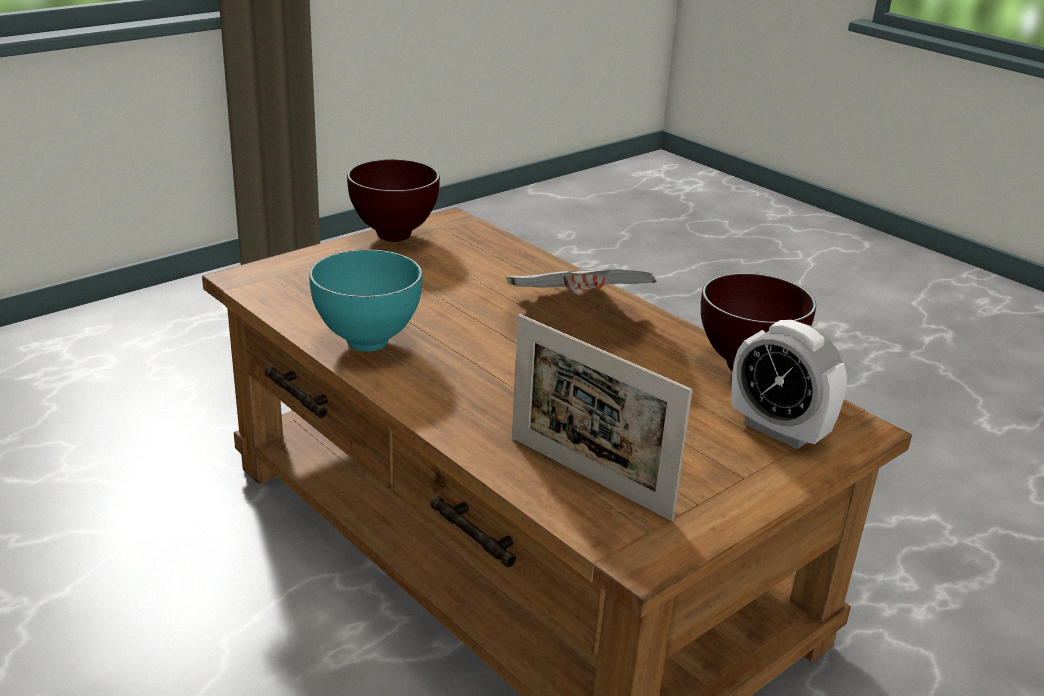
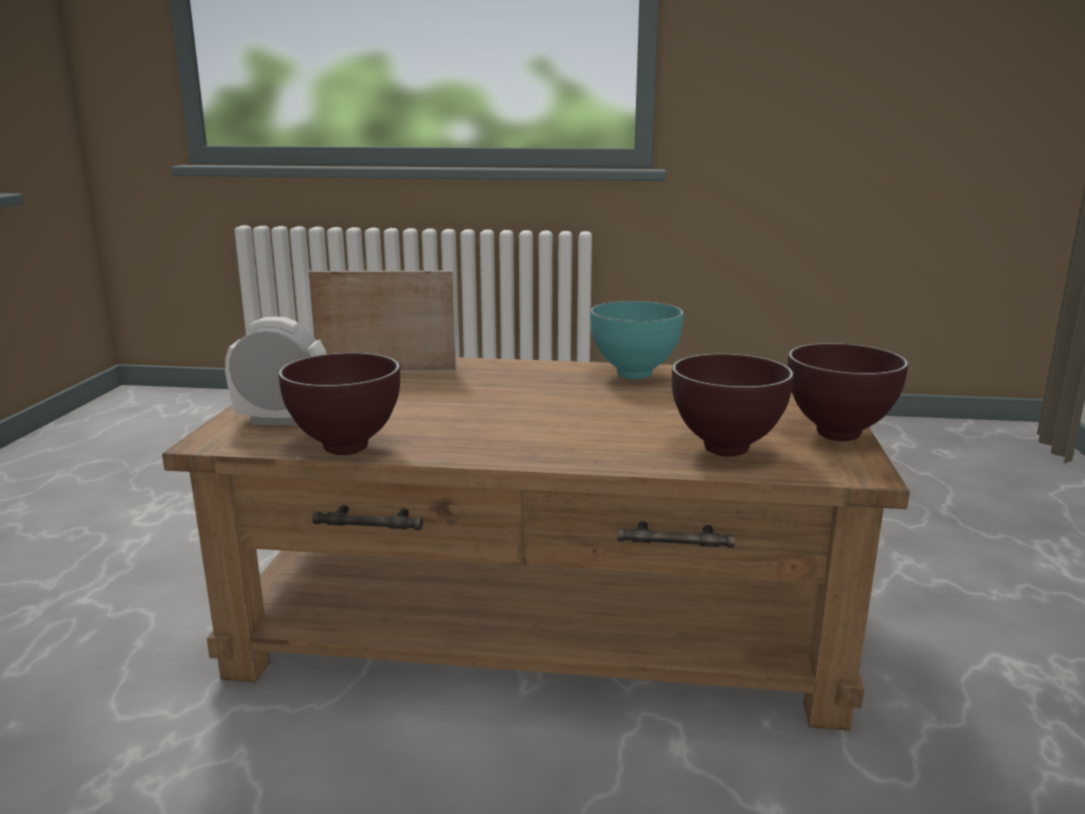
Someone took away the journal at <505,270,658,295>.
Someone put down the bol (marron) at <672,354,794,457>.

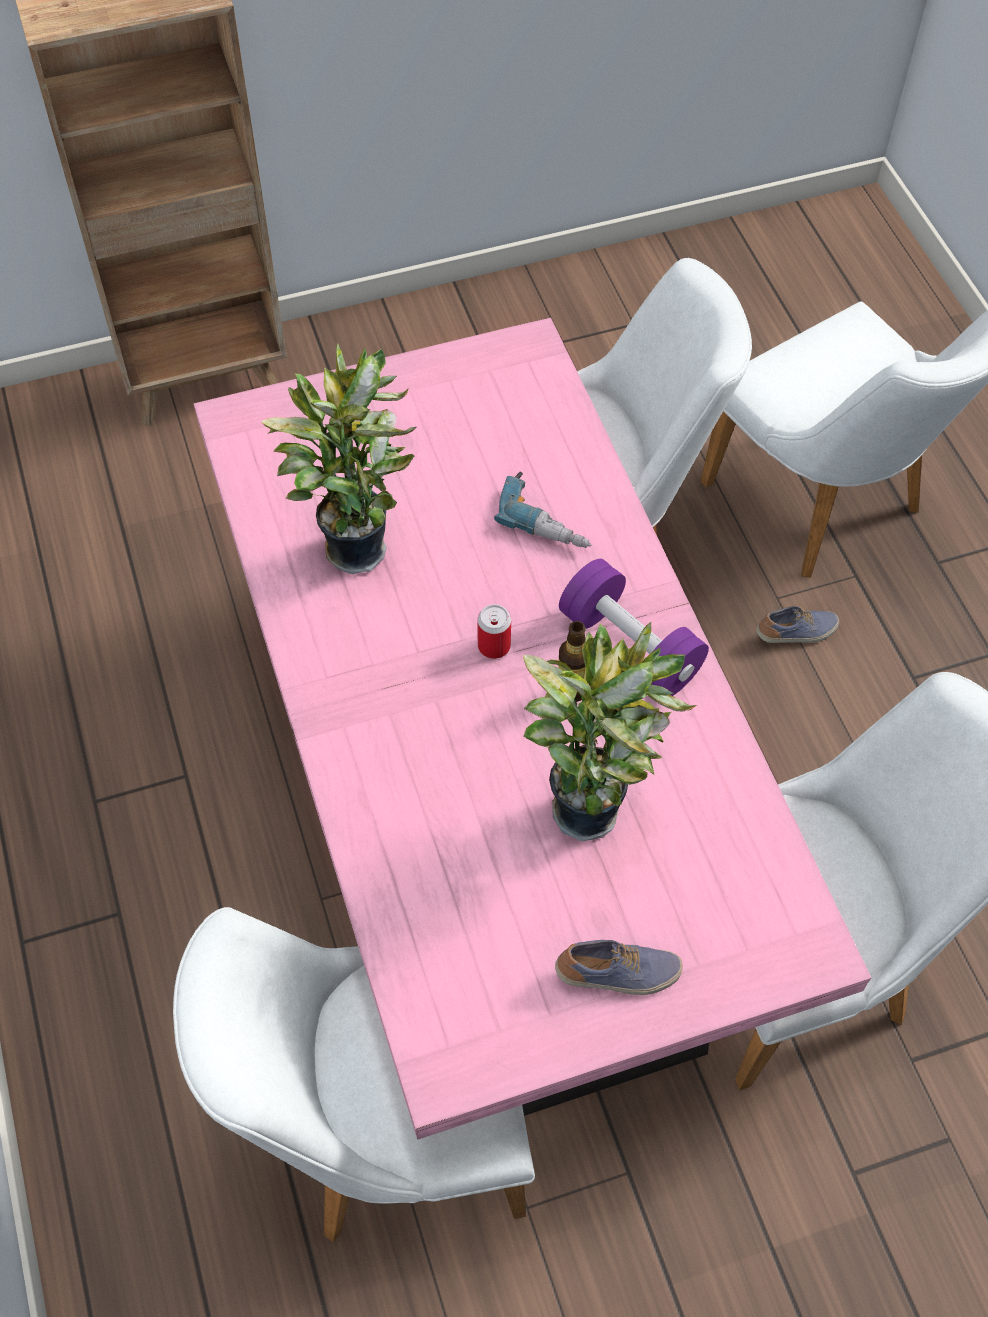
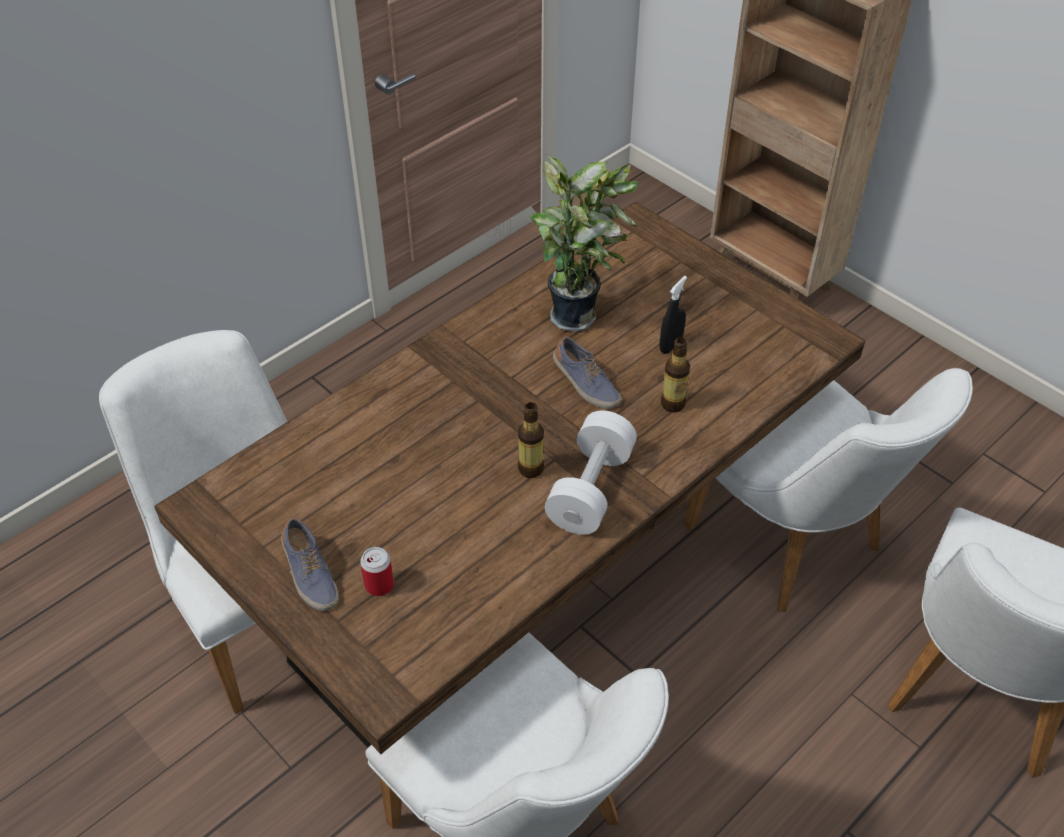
Someone repainted the table à manger (rose) at <193,317,871,1140>, which became the table à manger (marron) at <154,202,866,754>.
Someone carried the boîte métallique from <477,604,511,659> to <360,547,394,596>.
Someone swapped the perceuse at <494,472,592,548> for the bouteille at <661,337,690,412>.
Someone took away the plante en pot at <523,622,697,841>.
Someone repainted the haltère (violet) at <559,559,709,696>, which became the haltère (blanc) at <545,411,637,535>.
Someone carried the chaussure from <756,606,839,643> to <553,337,621,409>.
Someone put down the vaporisateur (noir) at <659,276,687,354>.

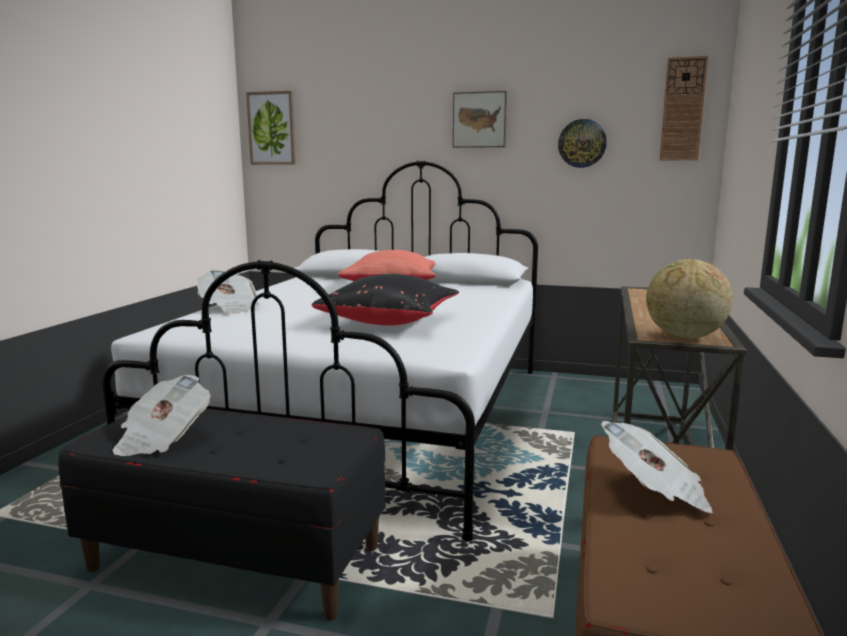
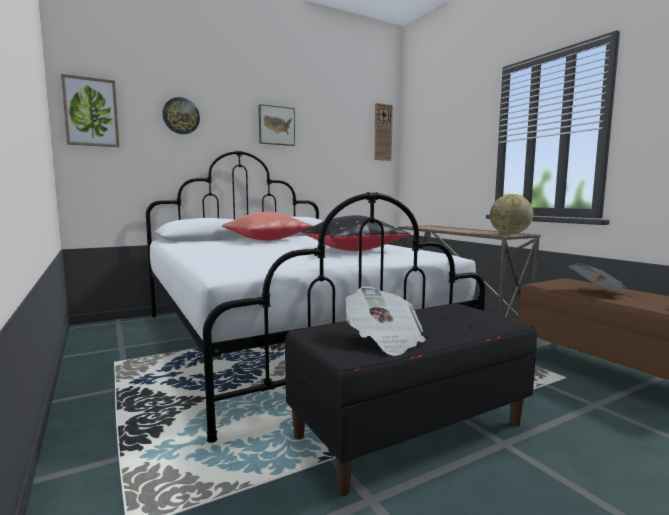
Someone took away the journal at <197,270,260,314>.
Someone carried the horloge murale from <558,119,607,168> to <162,97,200,134>.

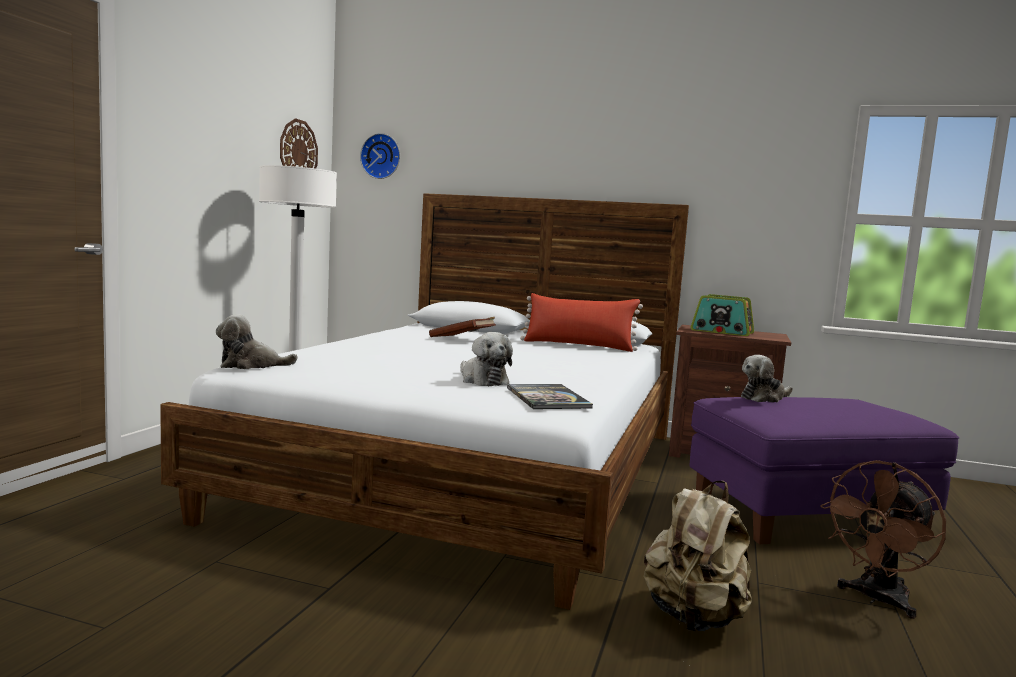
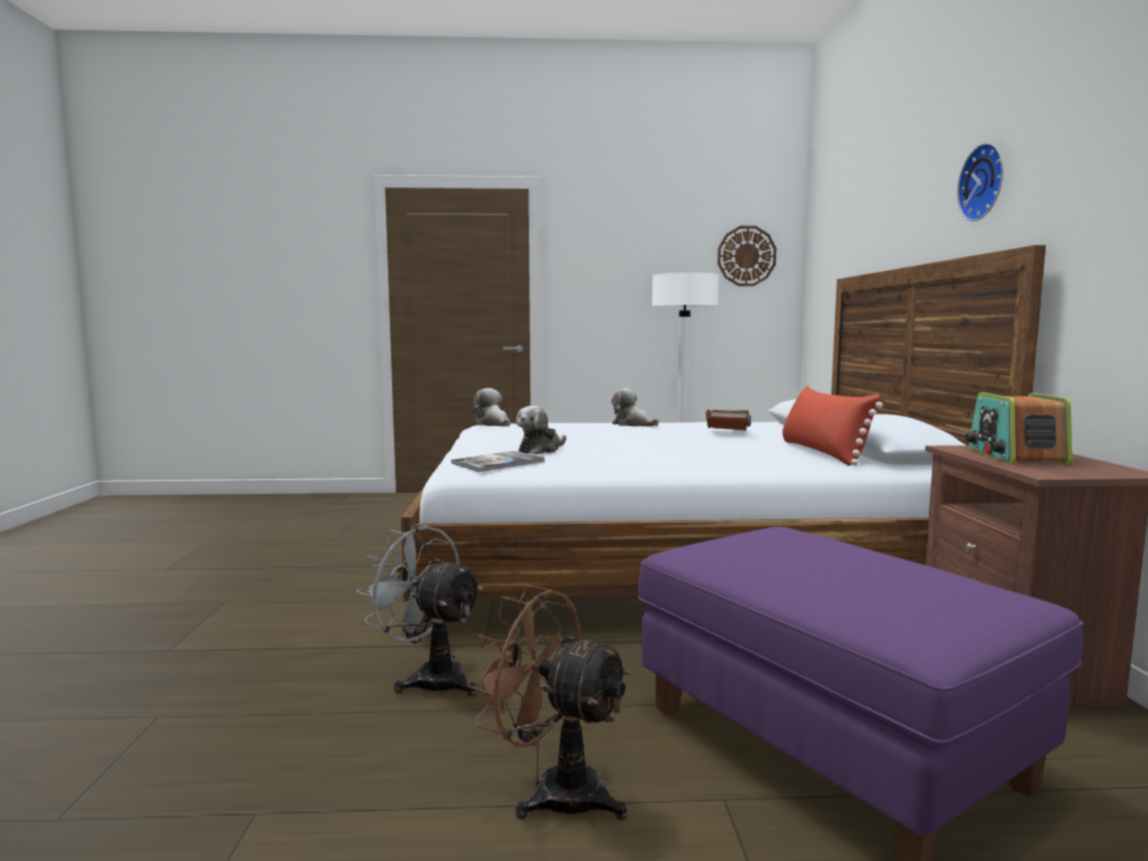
Someone carried the horloge murale from <360,133,400,179> to <957,143,1003,221>.
Someone swapped the sac à dos (beige) at <644,481,752,632> for the ventilateur (gris) at <357,524,483,696>.
Someone carried the peluche from <741,355,793,402> to <611,388,659,427>.

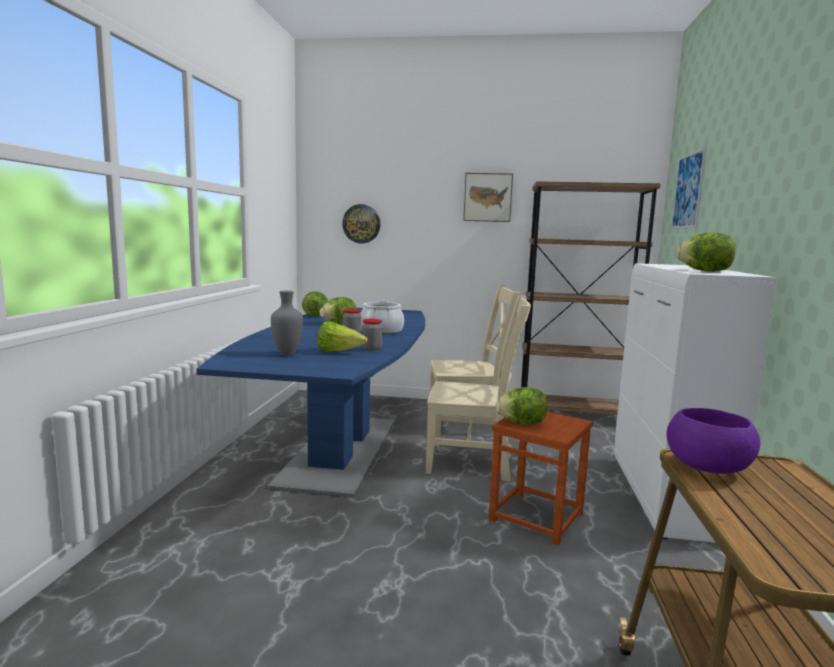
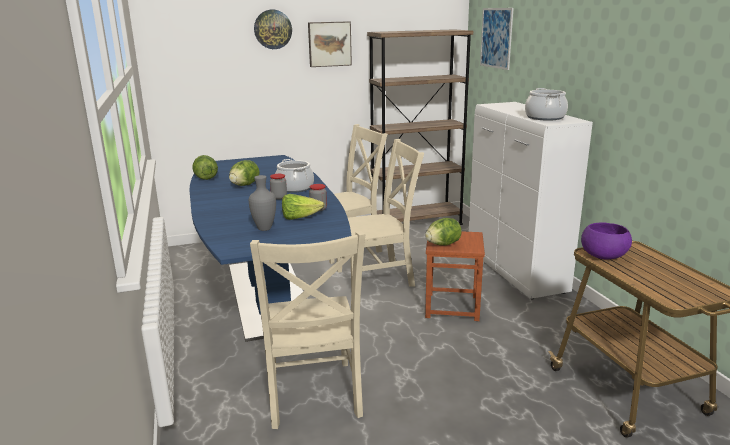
Someone carried the horloge murale from <342,204,380,244> to <254,10,292,49>.
Someone swapped the laitue at <676,232,736,272> for the marmite at <525,88,568,121>.
Someone put down the chaise (beige) at <250,231,365,429>.

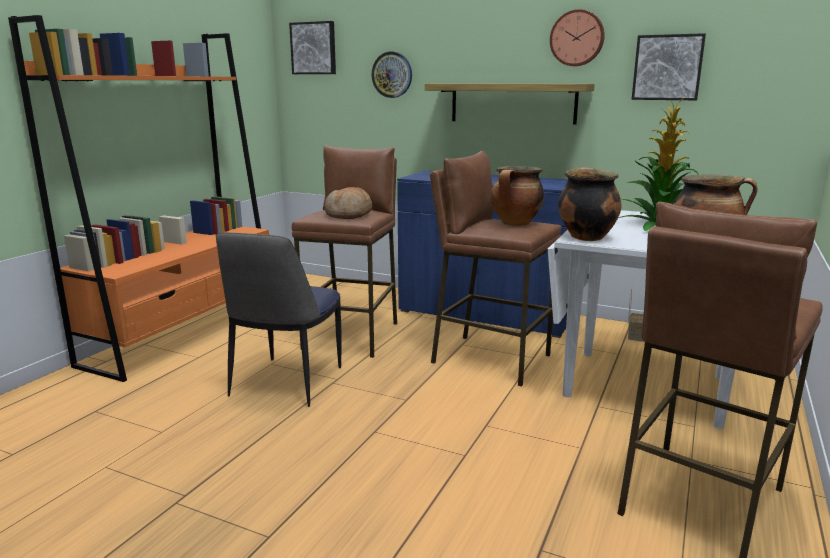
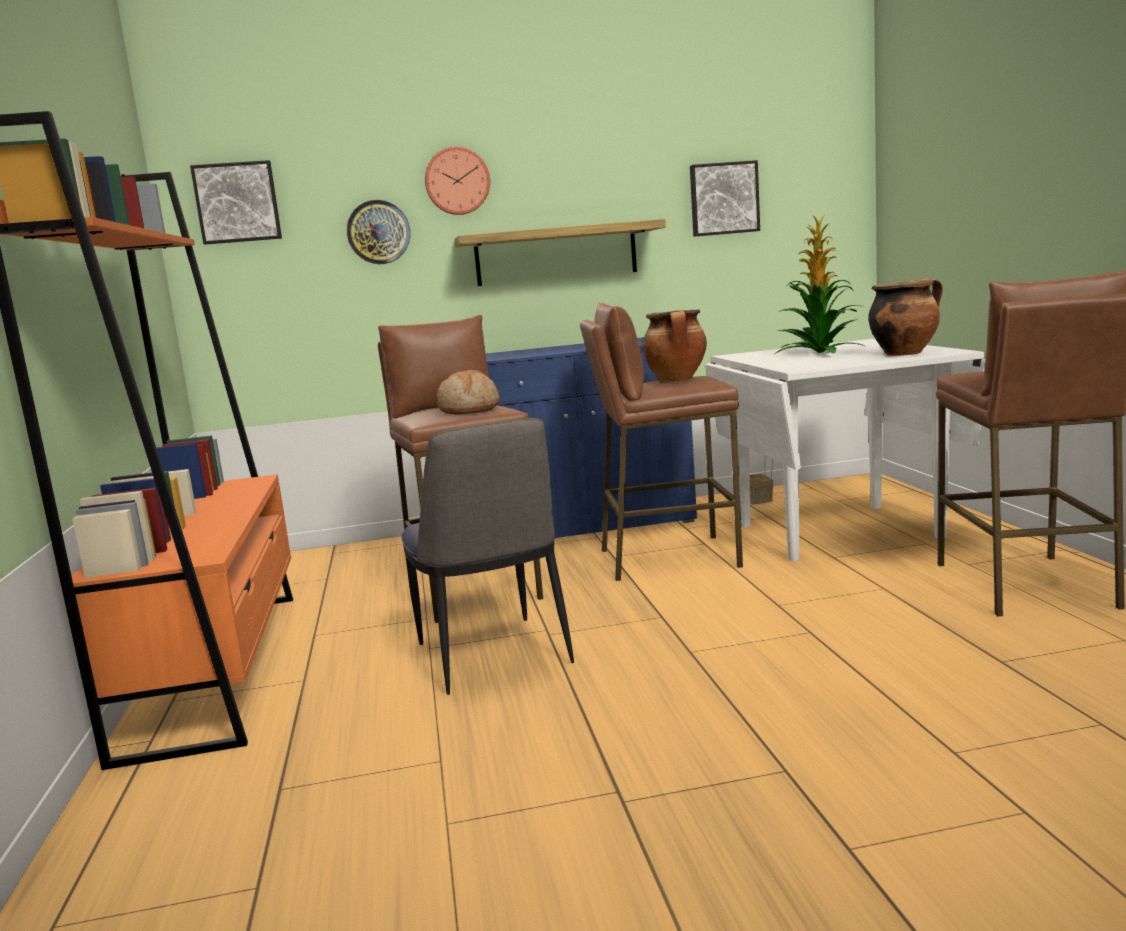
Someone carried the horloge murale from <550,9,605,66> to <425,147,490,215>.
Someone took away the marmite at <558,167,622,241>.

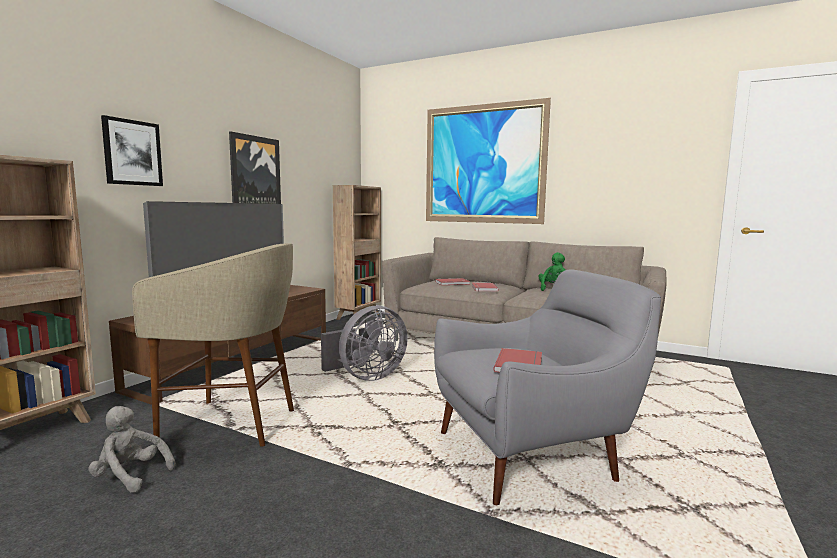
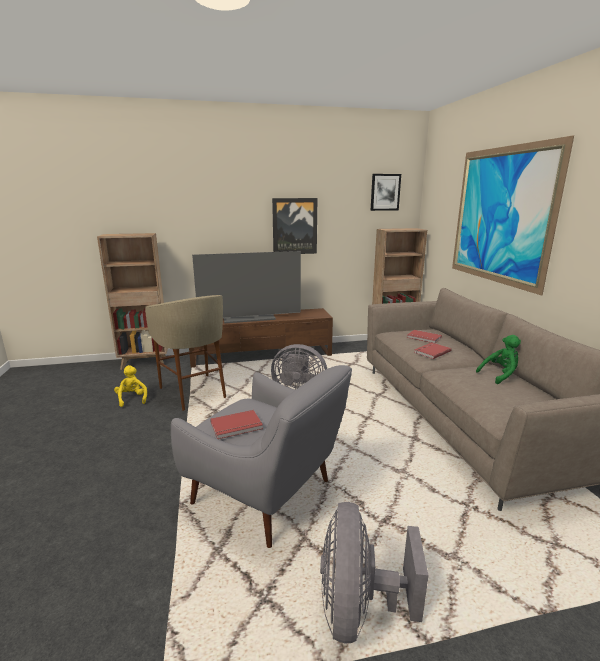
Someone repainted the peluche (gris) at <88,406,175,492>, which became the peluche (jaune) at <114,365,147,407>.
Someone carried the tableau from <101,115,163,186> to <370,174,401,211>.
Someone put down the ventilateur (gris) at <320,502,429,643>.

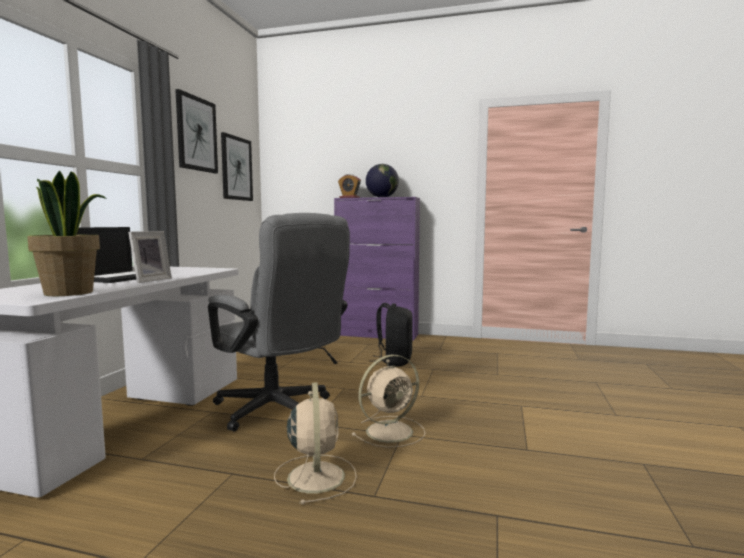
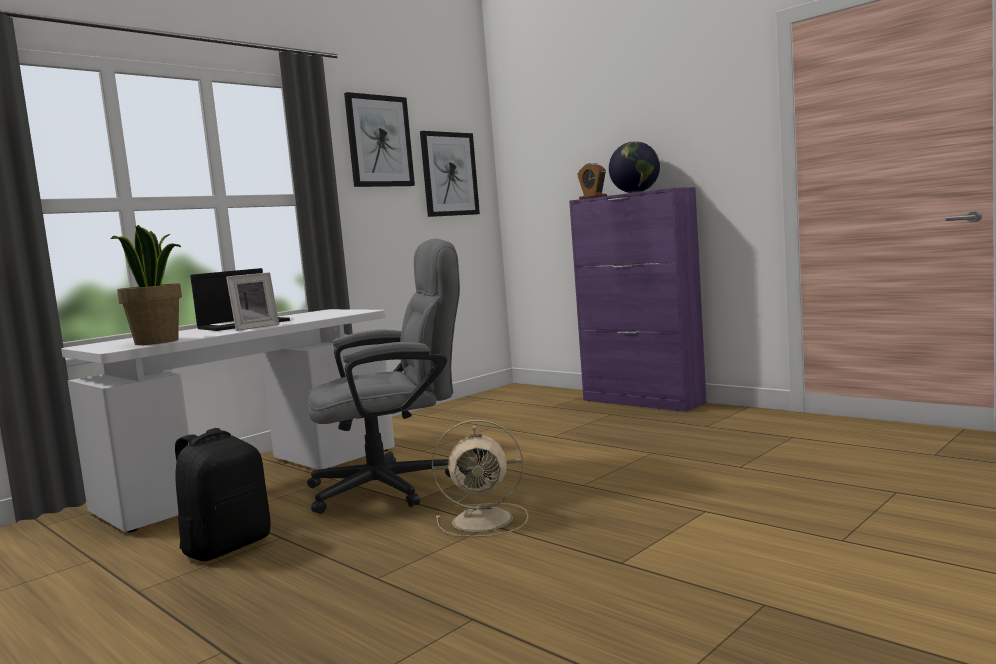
Someone rotated the chaise de bureau (gris) at <208,213,350,432> by 90 degrees counterclockwise.
Someone took away the ventilateur (beige) at <274,382,357,504>.
Someone carried the sac à dos (noir) from <370,303,413,366> to <175,428,270,561>.

